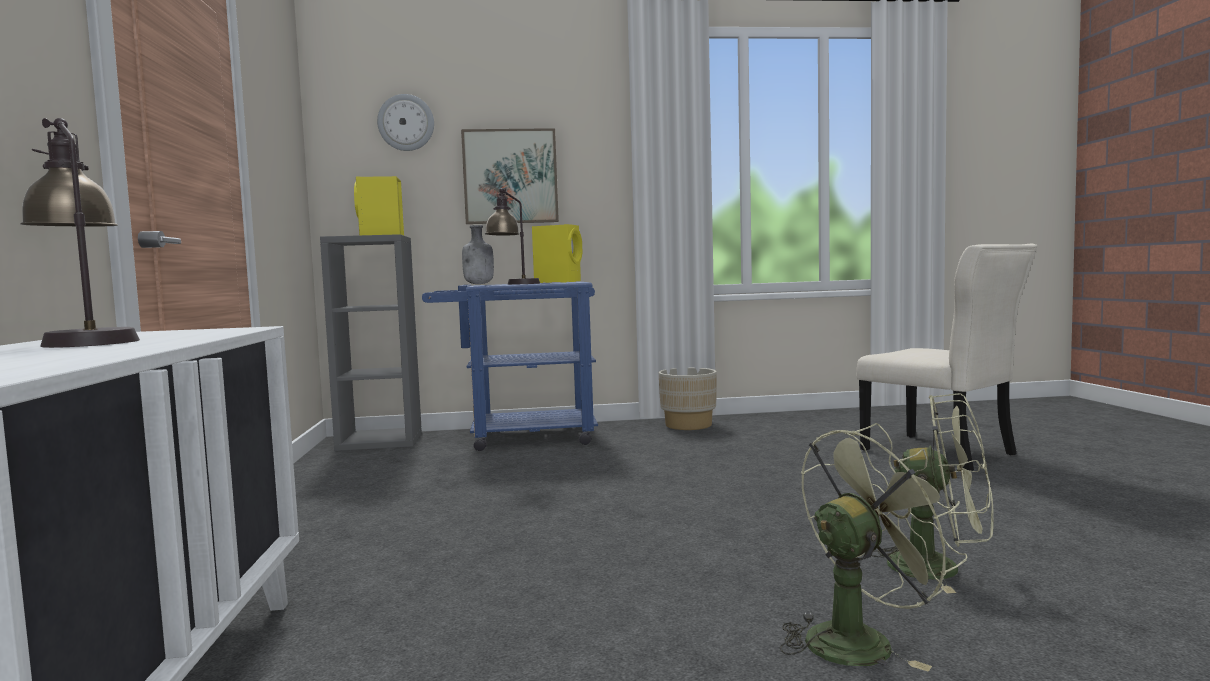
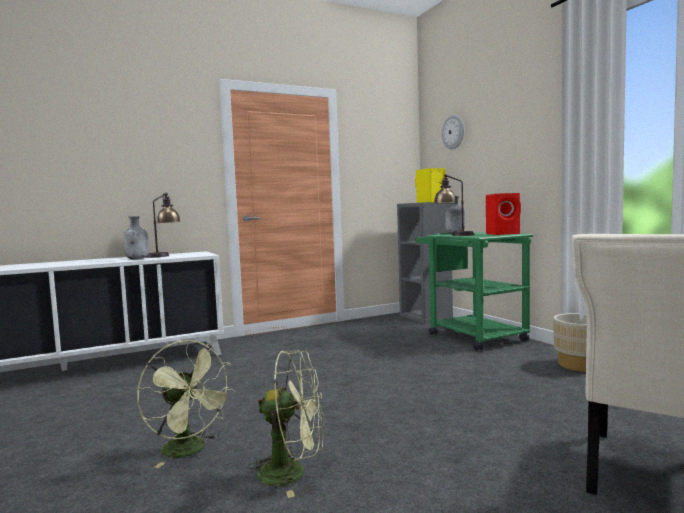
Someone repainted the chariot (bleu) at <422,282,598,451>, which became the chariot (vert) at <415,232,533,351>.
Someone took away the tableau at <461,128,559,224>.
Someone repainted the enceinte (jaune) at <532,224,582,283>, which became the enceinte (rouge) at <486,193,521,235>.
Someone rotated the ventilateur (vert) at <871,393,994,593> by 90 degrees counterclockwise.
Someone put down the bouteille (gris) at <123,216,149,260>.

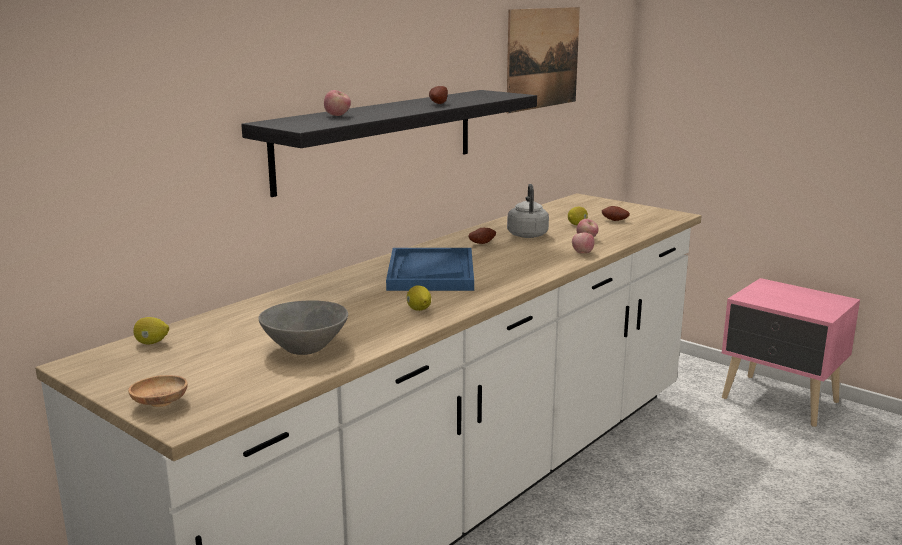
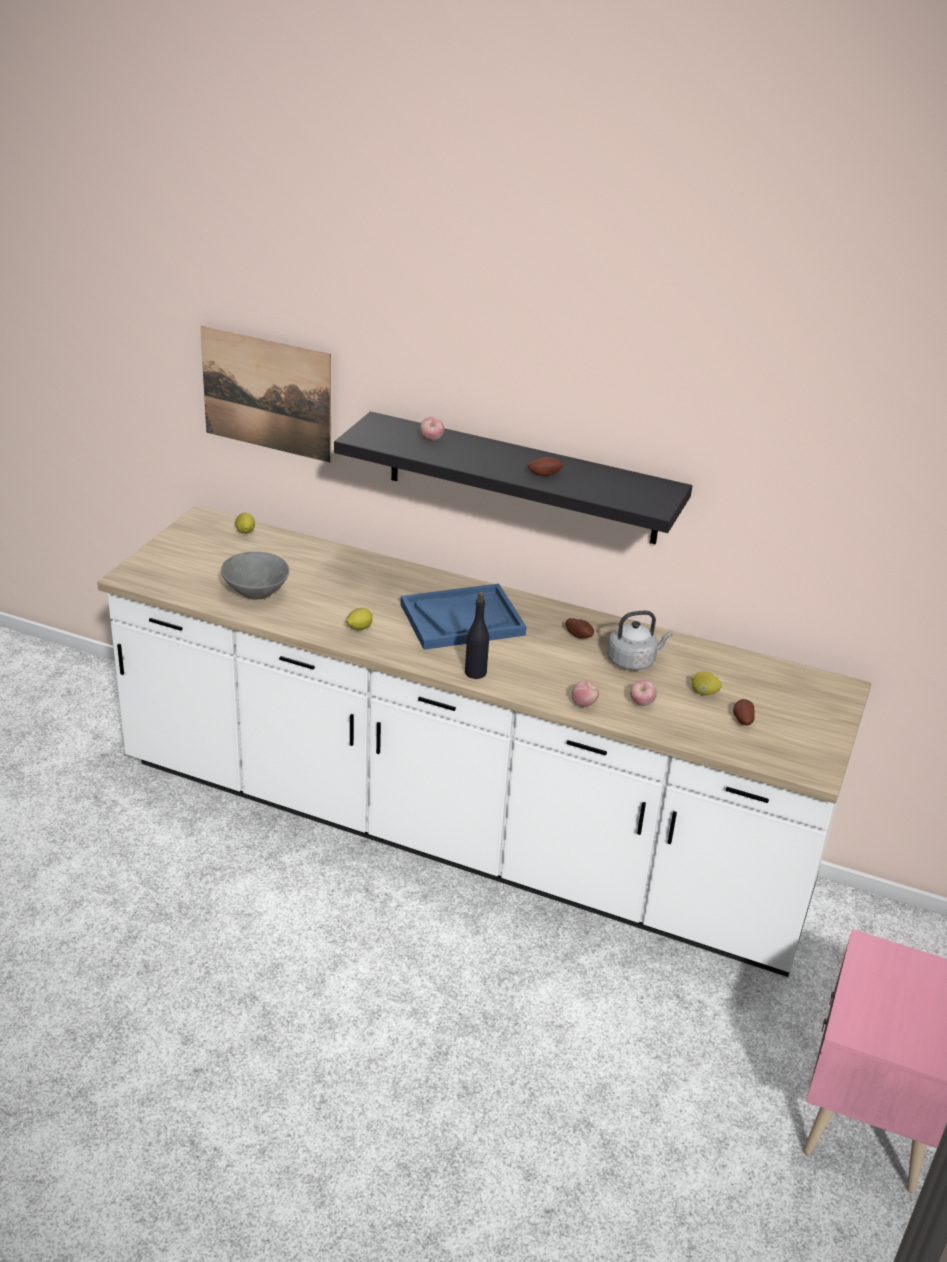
Someone took away the bol (marron) at <128,375,188,407>.
Someone carried the tableau from <506,7,580,113> to <200,325,331,463>.
Someone put down the bouteille (noir) at <465,592,489,679>.

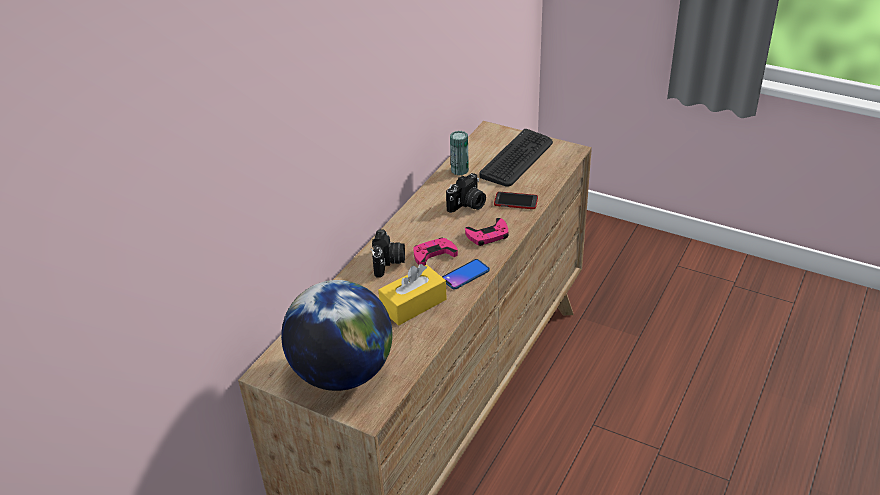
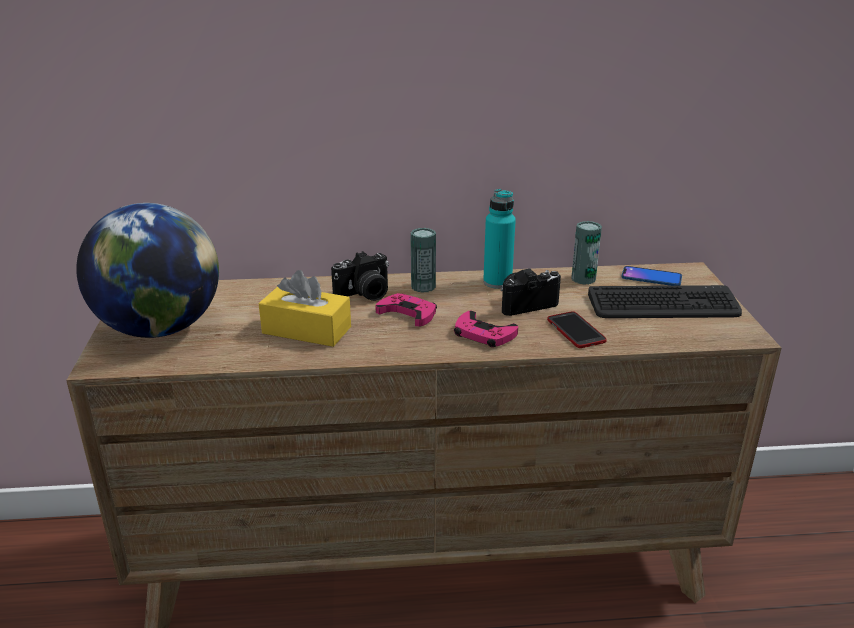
Someone carried the téléphone from <442,259,490,290> to <621,266,682,286>.
Someone rotated the appareil photo at <446,173,486,213> by 150 degrees clockwise.
Someone put down the boîte métallique at <411,228,436,293>.
Someone put down the bouteille (turquoise) at <483,189,516,289>.

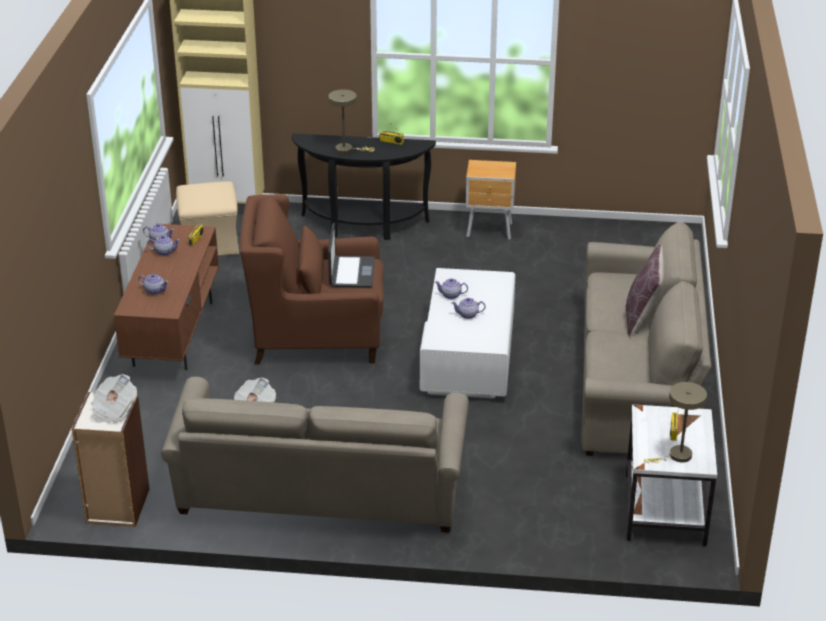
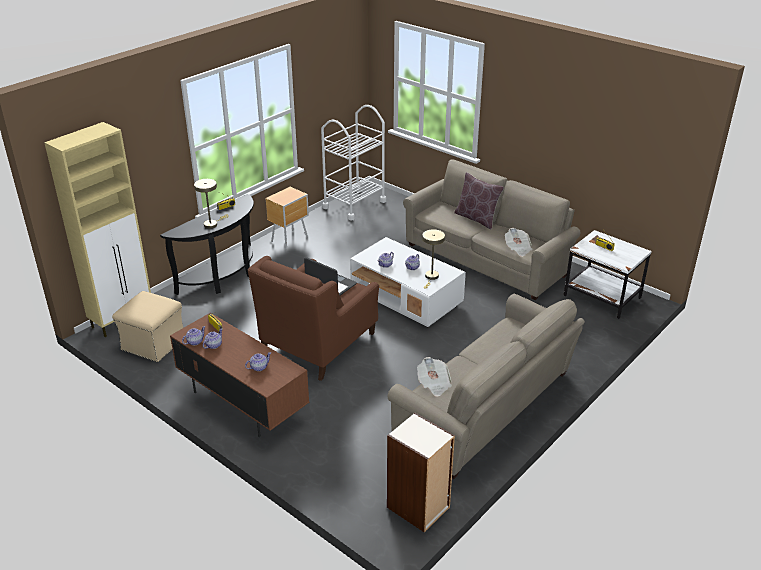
Someone carried the journal from <90,374,137,423> to <505,228,533,257>.
Someone carried the lampe de table (beige) from <643,382,707,463> to <422,229,445,288>.
Someone put down the chariot (blanc) at <321,105,387,221>.

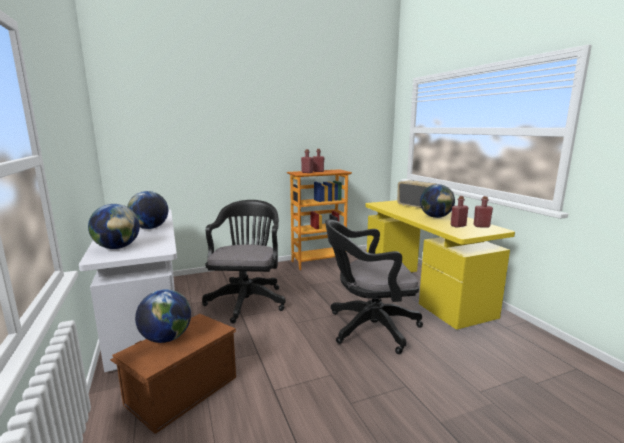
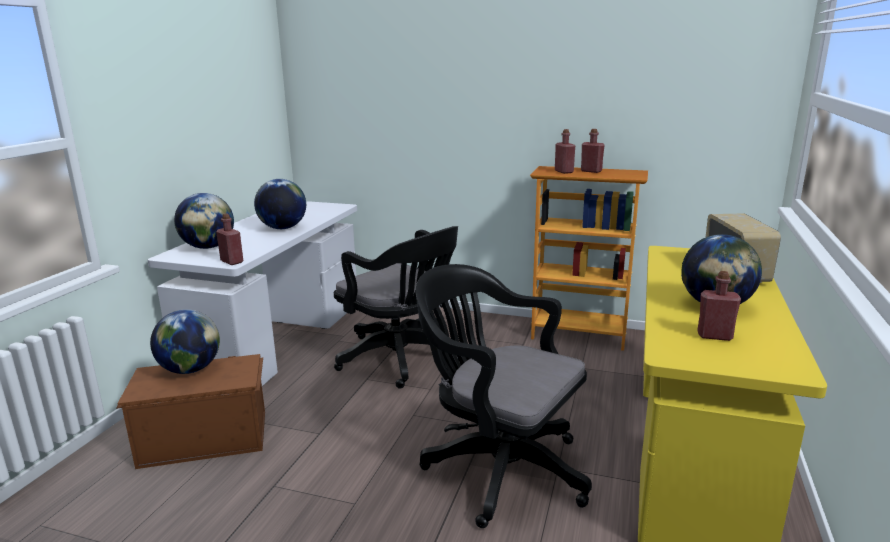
Someone rotated the chaise de bureau (noir) at <202,200,286,323> by 90 degrees clockwise.
Someone carried the bouteille (rouge) from <473,196,493,228> to <216,214,243,265>.

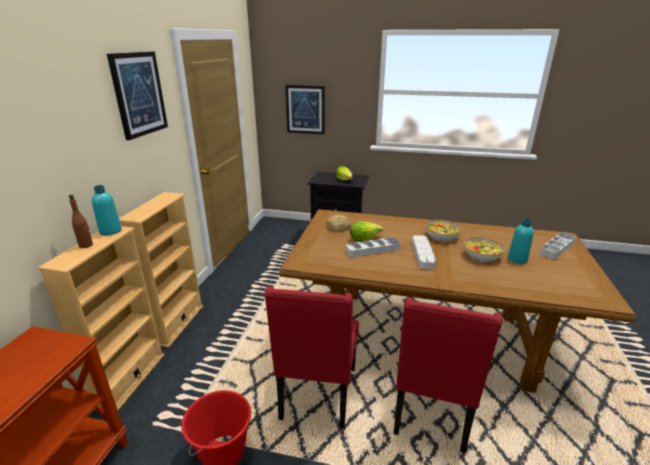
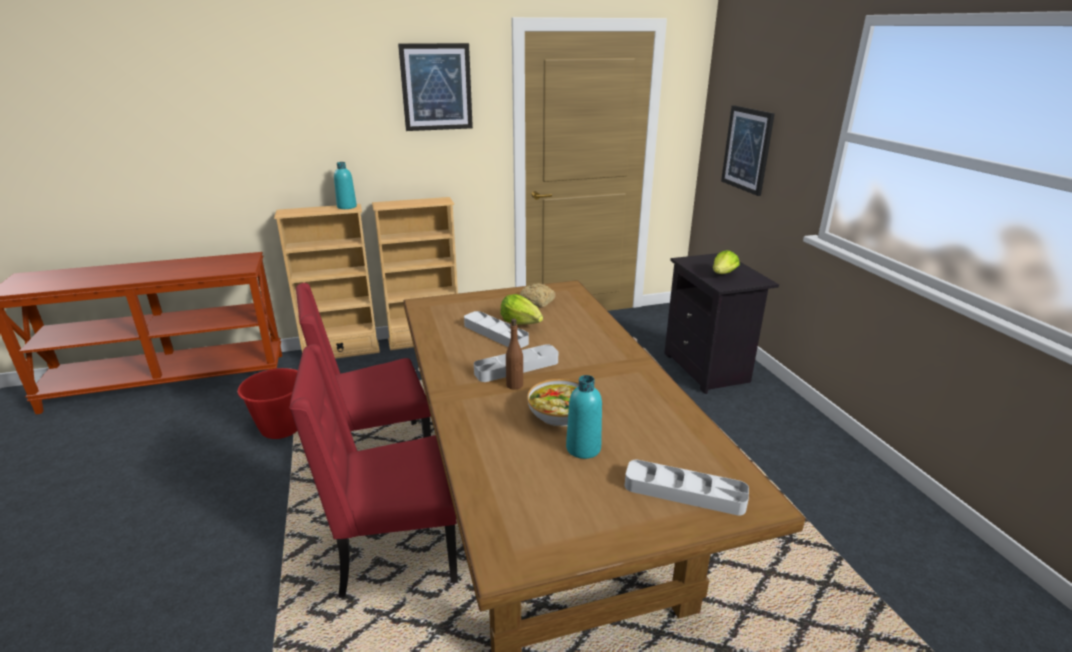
Someone carried the bouteille (marron) from <69,195,93,248> to <506,319,523,390>.
Someone took away the bol at <425,220,461,242>.

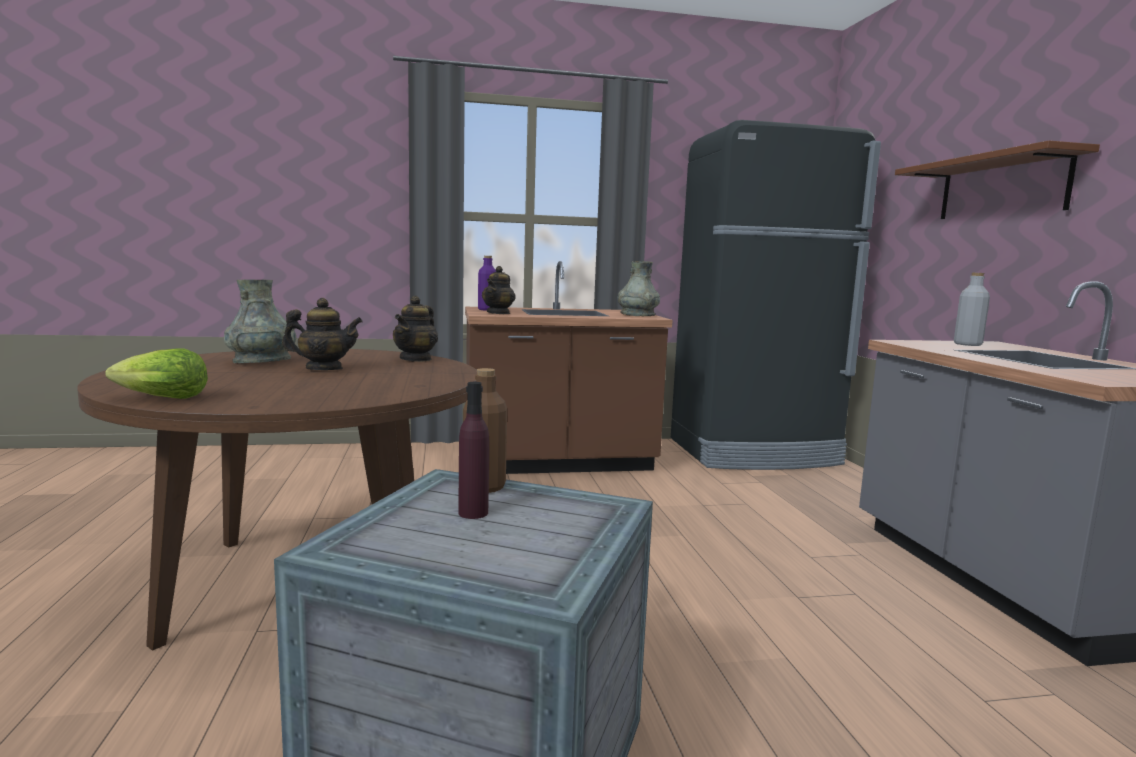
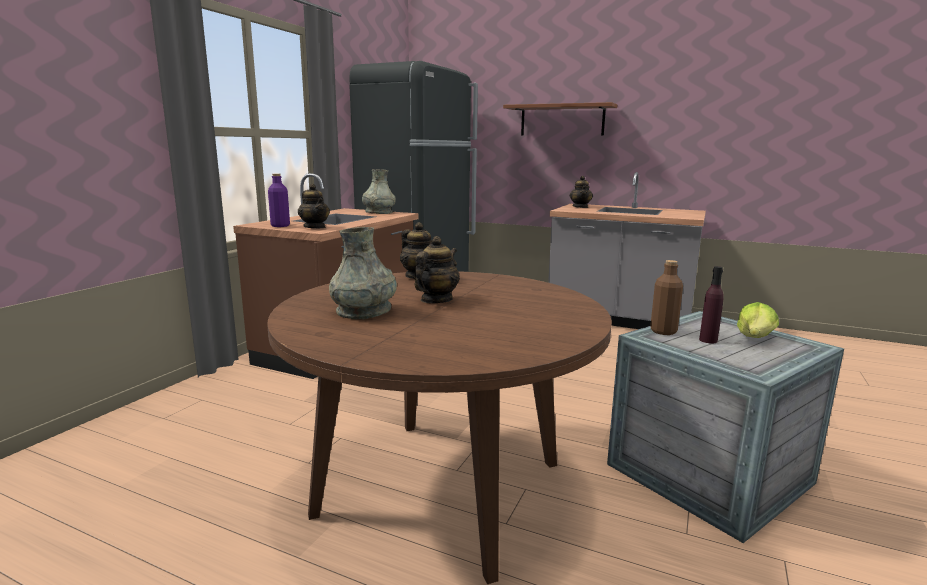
Someone carried the laitue from <105,348,208,399> to <737,302,779,338>.
Someone swapped the bouteille (gris) at <954,273,990,346> for the théière at <569,176,593,208>.

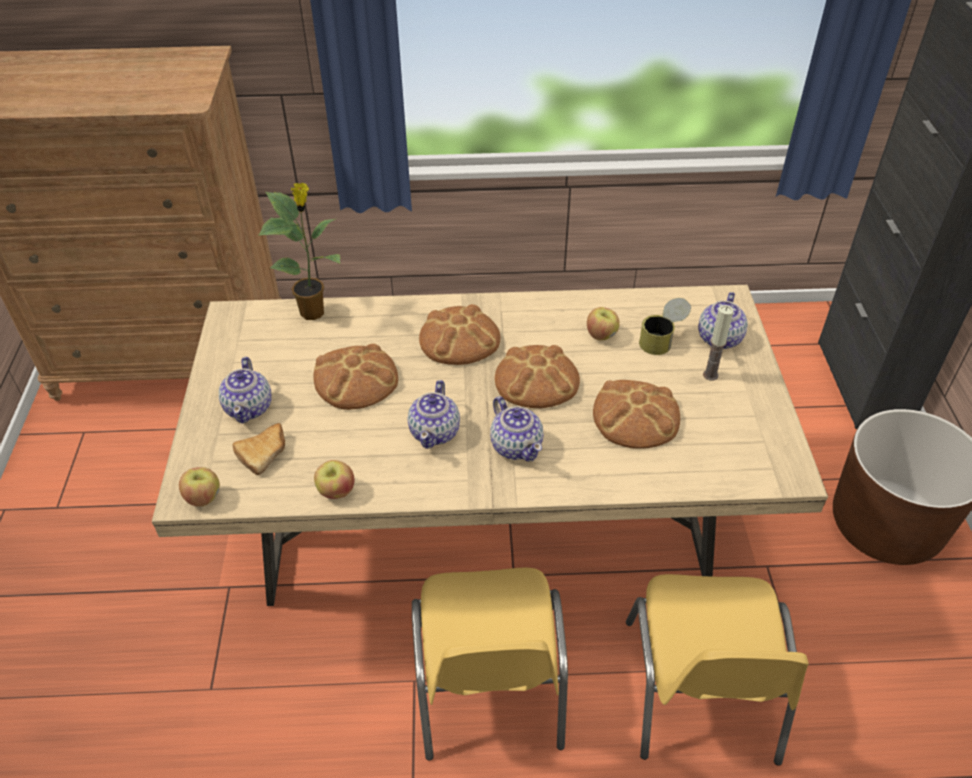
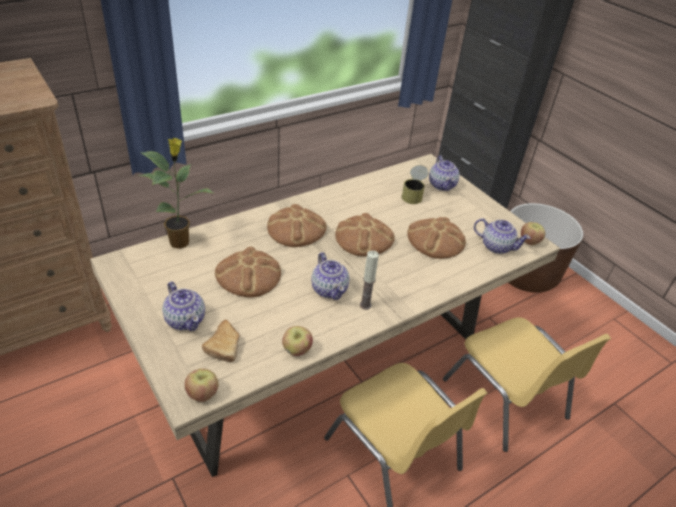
Someone carried the théière from <490,396,544,462> to <474,218,531,254>.
Someone carried the pomme from <587,307,620,341> to <521,222,545,245>.
Someone carried the bougie from <703,305,734,381> to <360,250,379,310>.

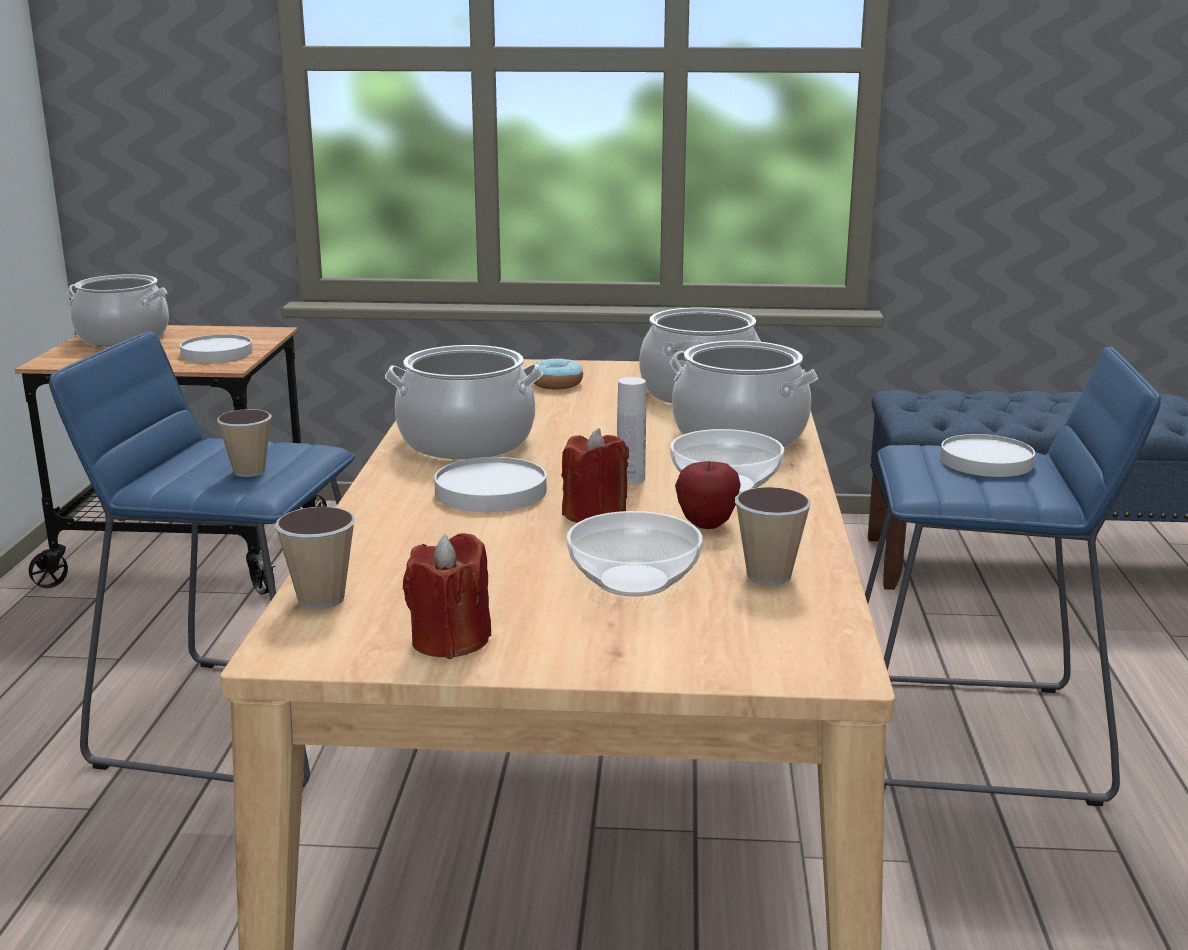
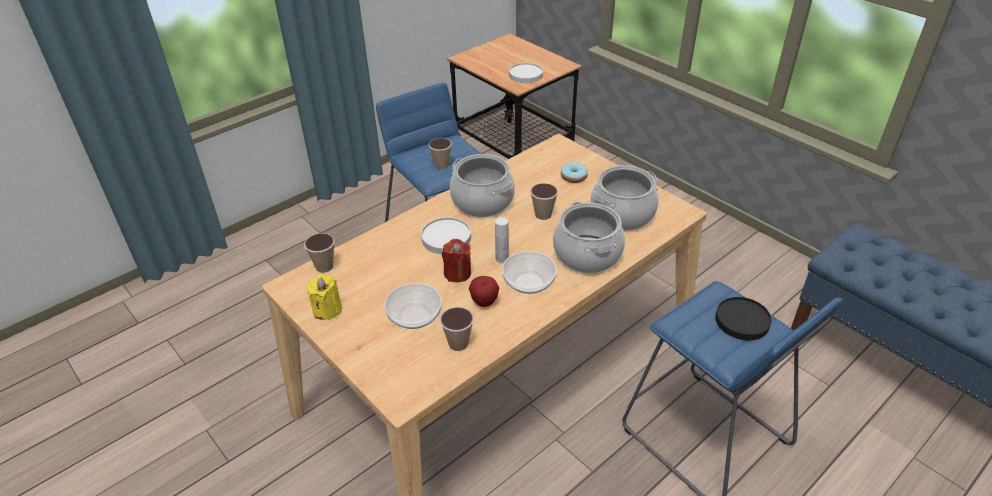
Someone took away the marmite at <67,274,169,346>.
Someone repainted the bougie (rouge) at <403,533,491,659>, which became the bougie (jaune) at <307,274,342,320>.
Someone repainted the assiette (blanc) at <940,434,1035,477>, which became the assiette (noir) at <715,297,772,340>.
Someone put down the tasse at <530,183,558,220>.

